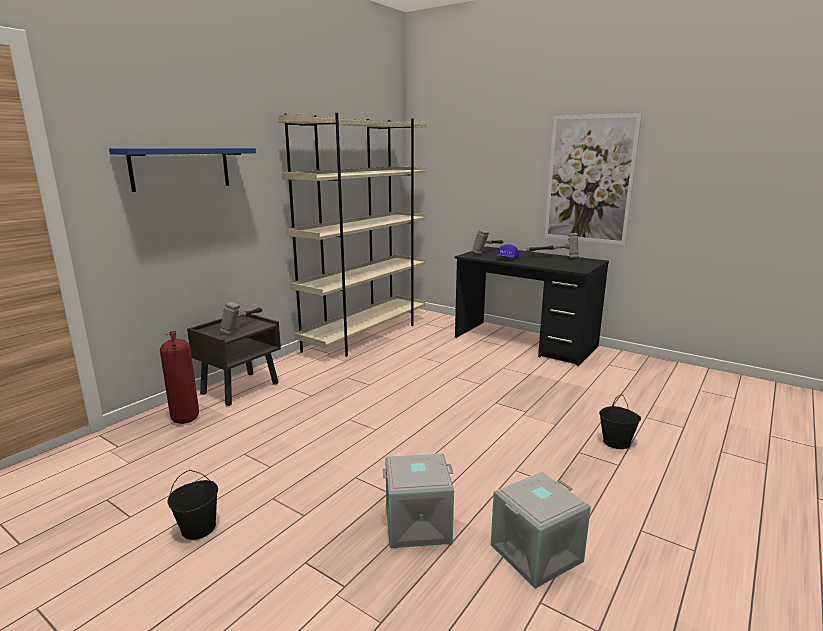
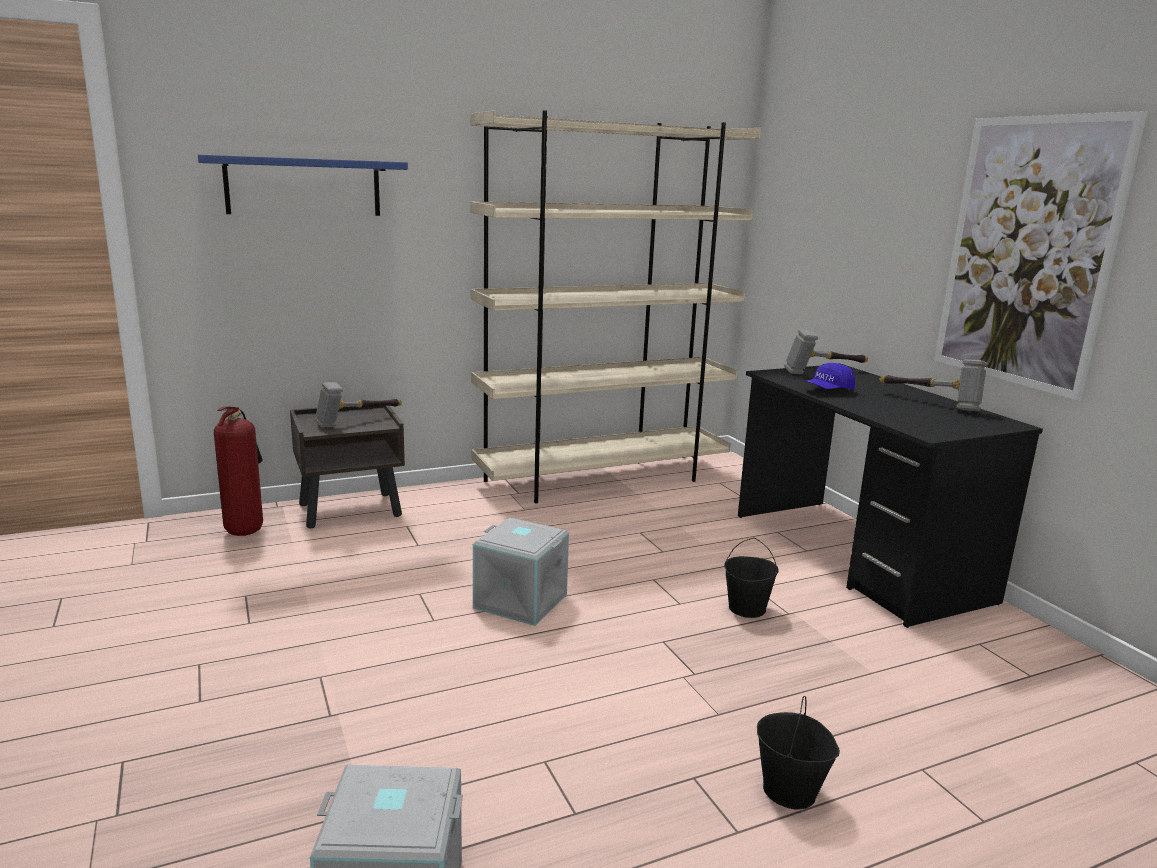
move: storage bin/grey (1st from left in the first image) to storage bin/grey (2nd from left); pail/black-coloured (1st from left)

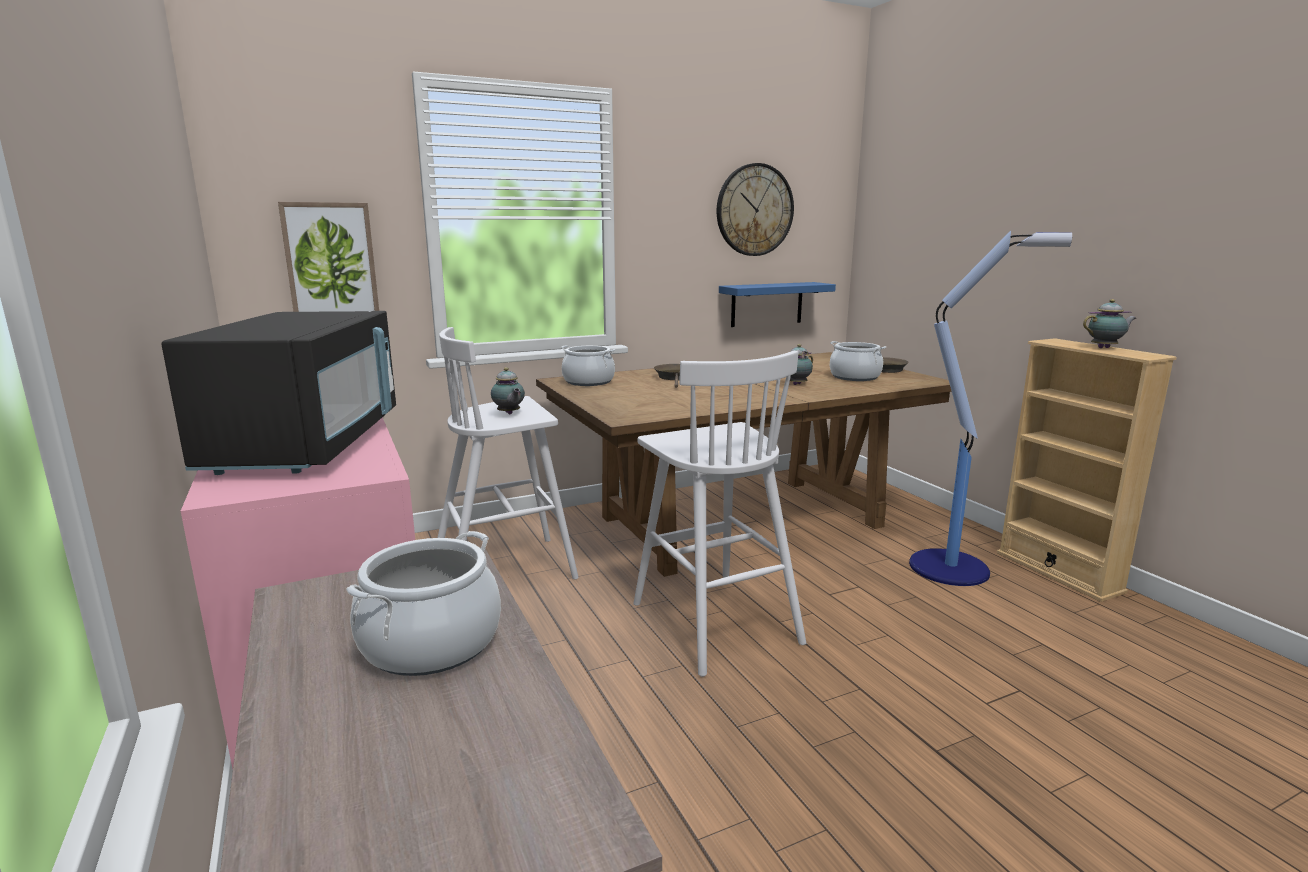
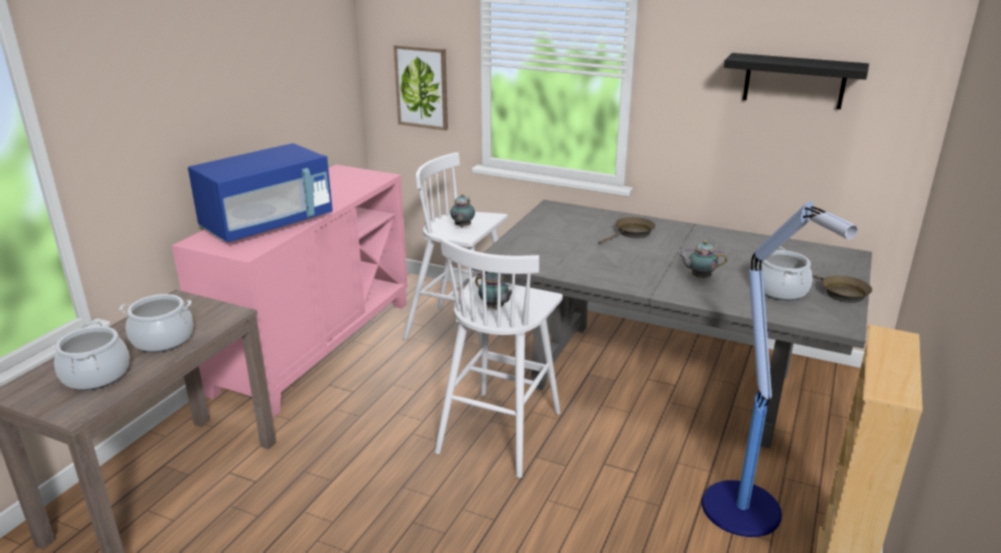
delete: shelf/bluish
move: stockpot (2nd from left in the first image) to stockpot (1st from left); teapot (3rd from left in the first image) to teapot (2nd from left)
replace: clock on the wall to shelf/black-coloured
recolor: microwave oven/black-coloured to microwave oven/bluish; dinner table/brownish to dinner table/grey

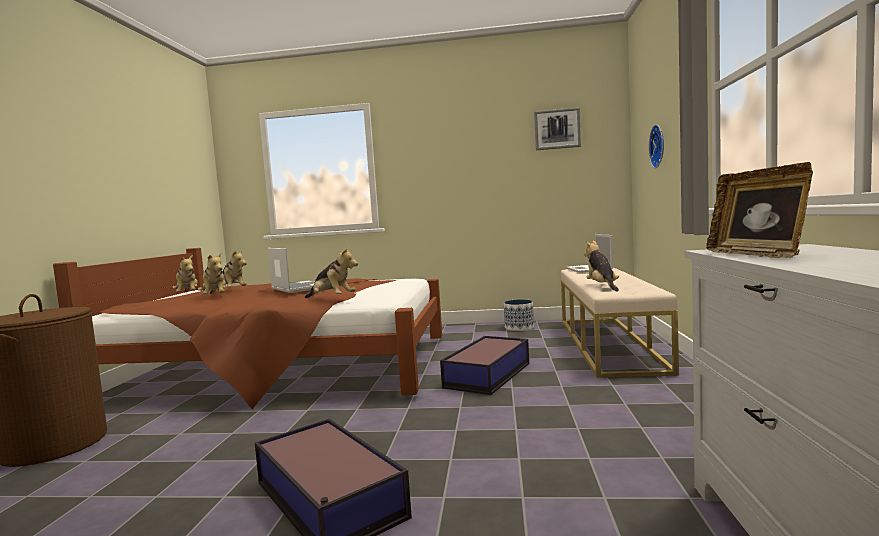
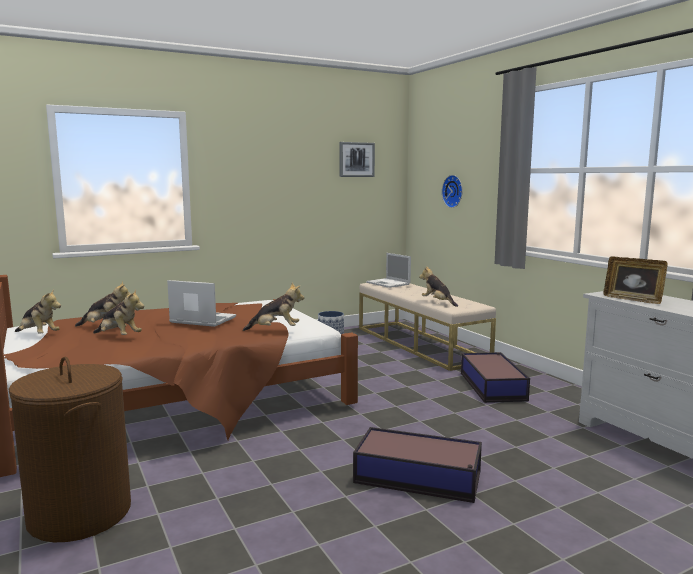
move: storage bin (2nd from left)

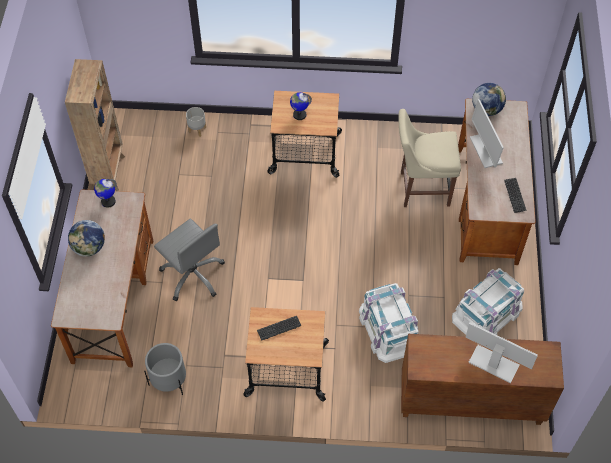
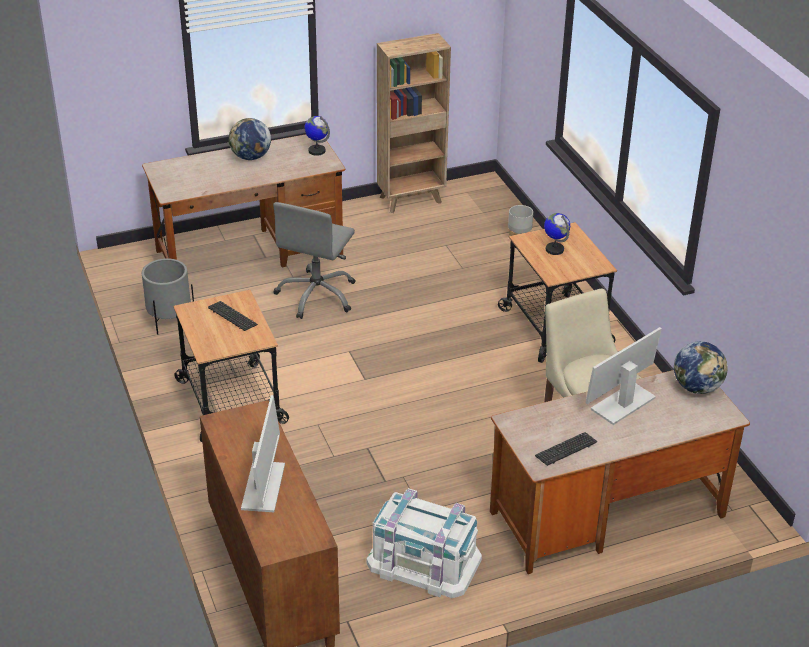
delete: storage bin/white (1st from left)

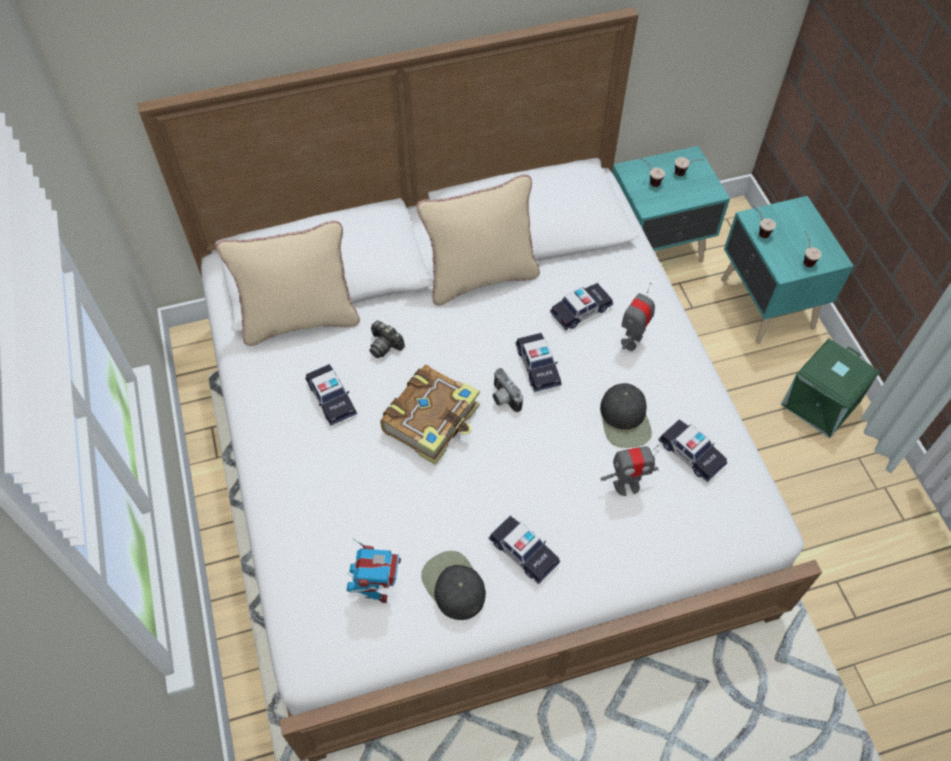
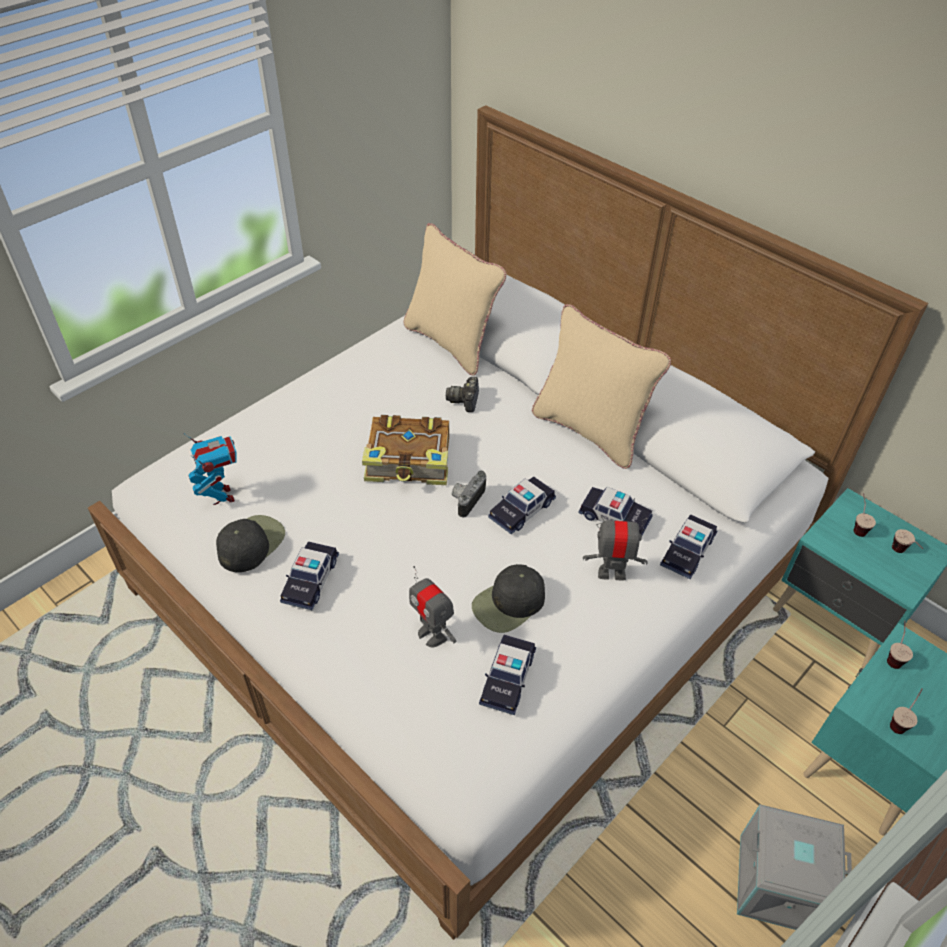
move: miniature car (1st from left in the first image) to miniature car (5th from left)
recolor: storage bin/green-coloured to storage bin/grey
rotate: model robot (1st from left) 90 degrees counterclockwise

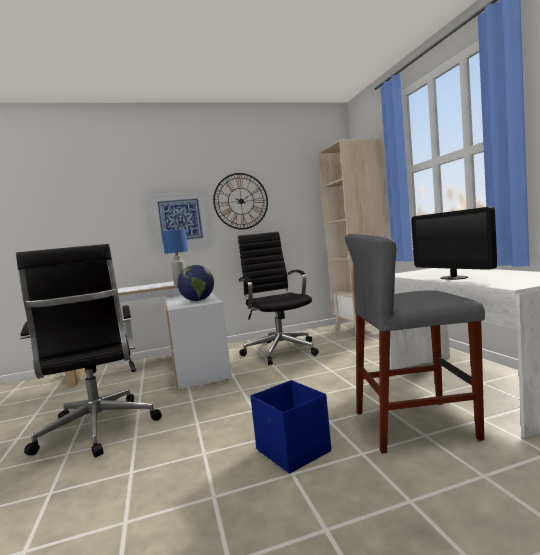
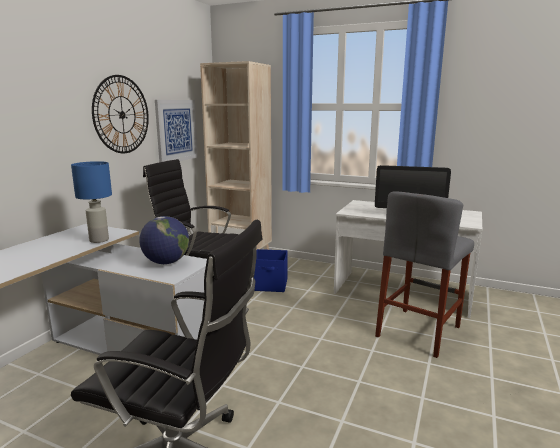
move: wall art; storage bin/bluish

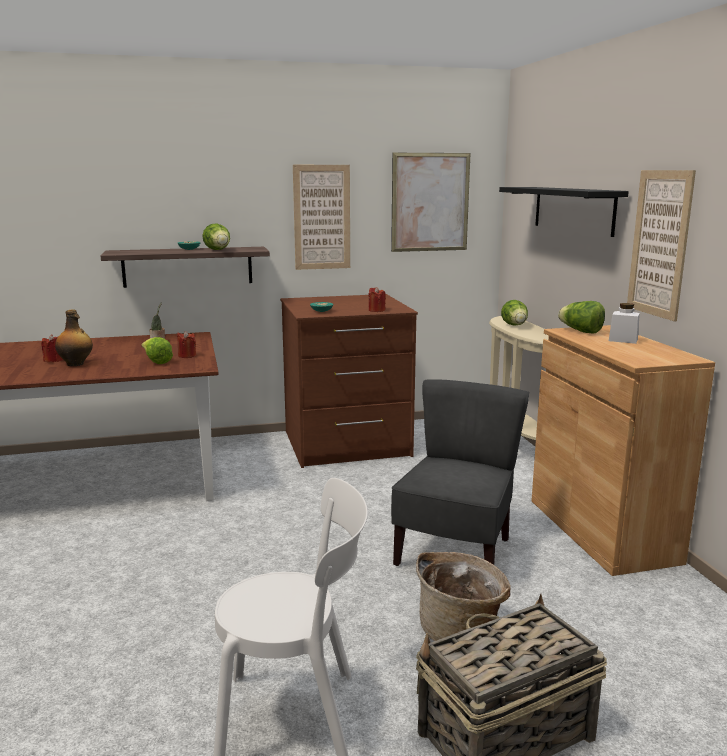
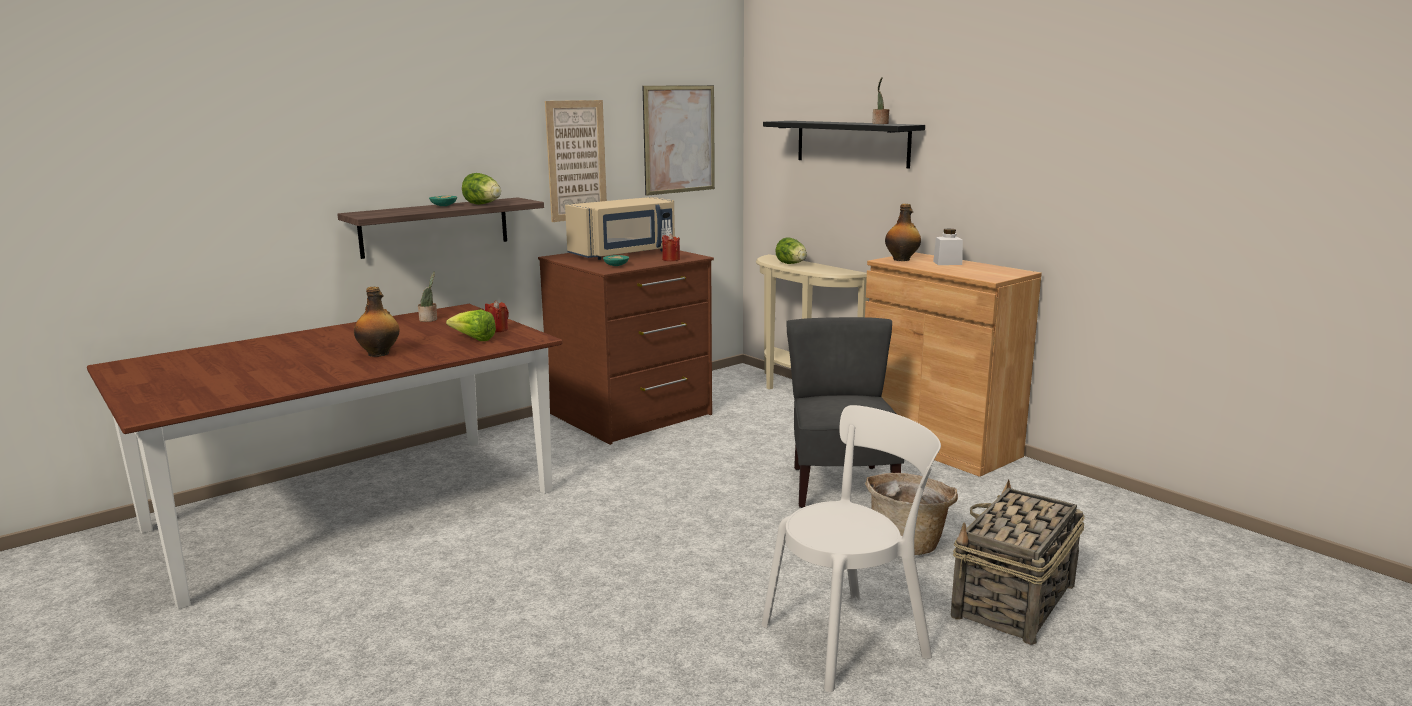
delete: wax light/red (1st from left); wall art (3rd from left)
insert: microwave oven/beige; plant in a pot (2nd from left)
replace: lettuce head (4th from left) to beverage bottle (2nd from left)

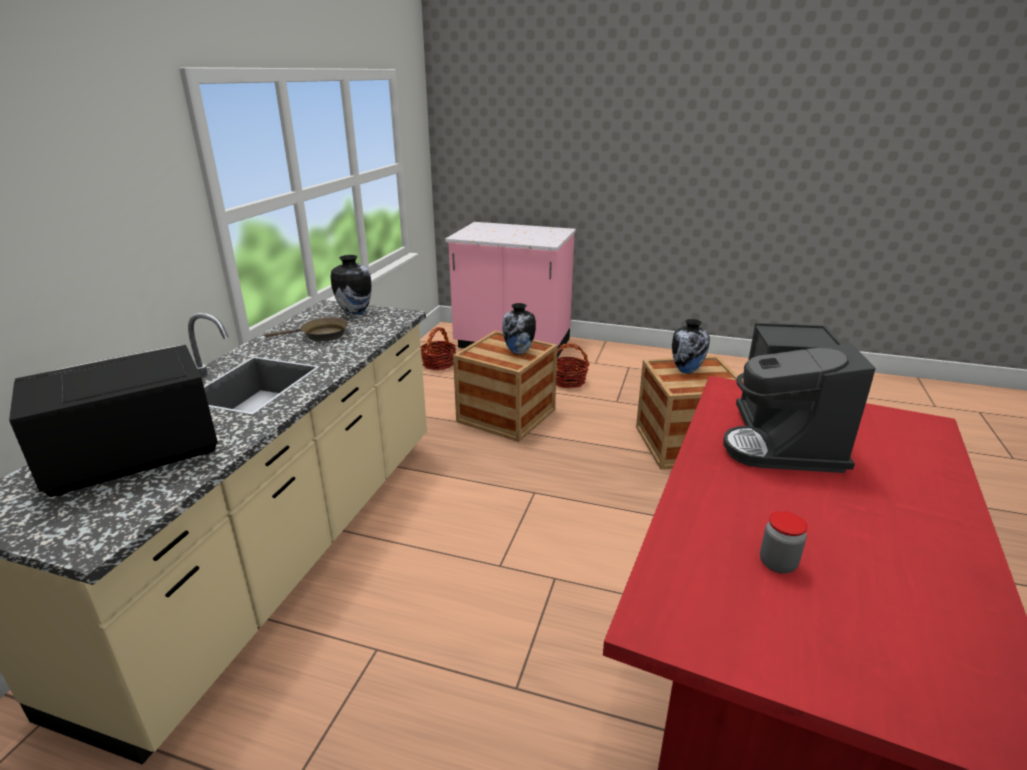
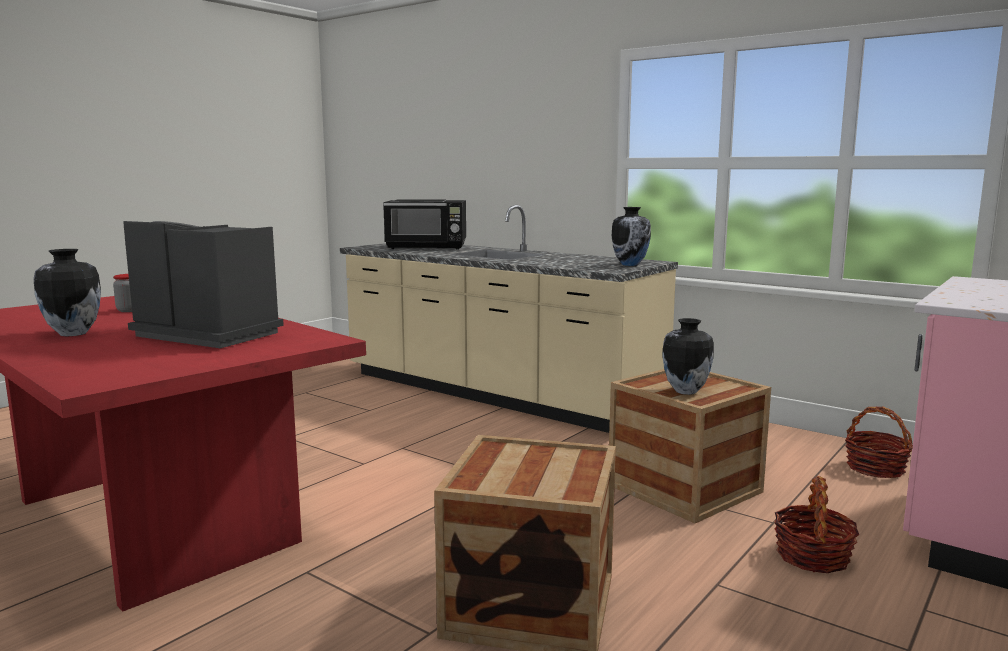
delete: pan/brownish
move: flower vase (3rd from left in the first image) to flower vase (1st from left)
rotate: microwave oven/black-coloured 105 degrees clockwise

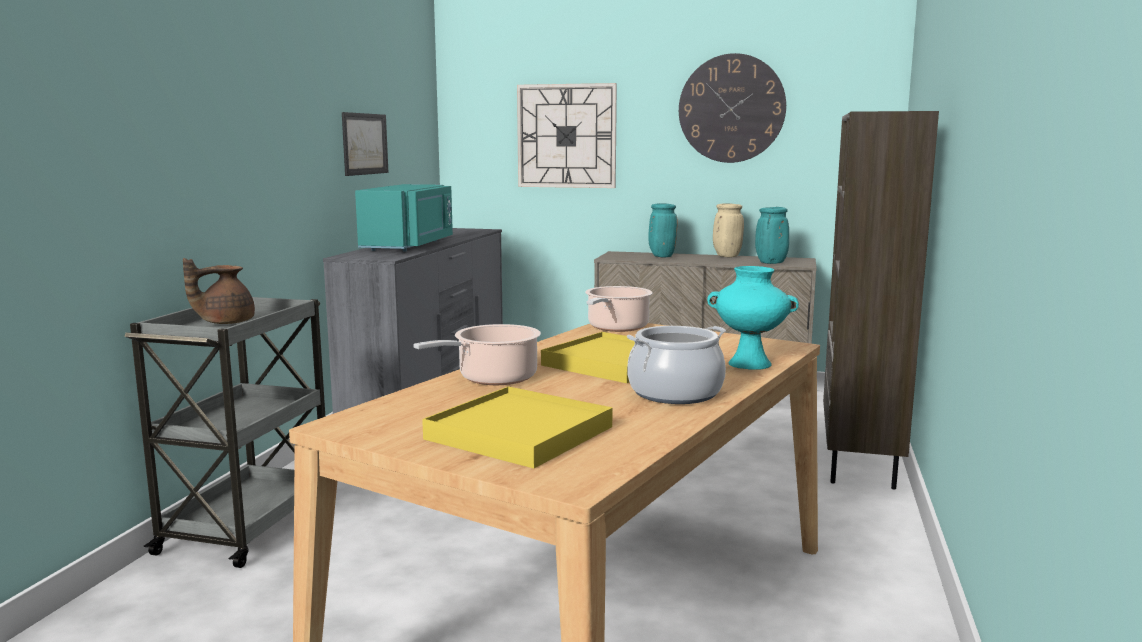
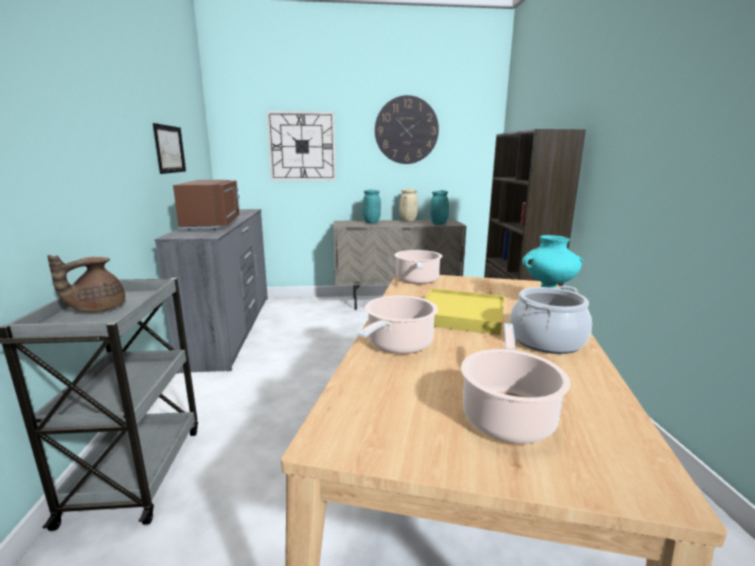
replace: serving tray/yellow (1st from left) to stockpot (3rd from left)
recolor: microwave oven/turquoise-coloured to microwave oven/brownish

